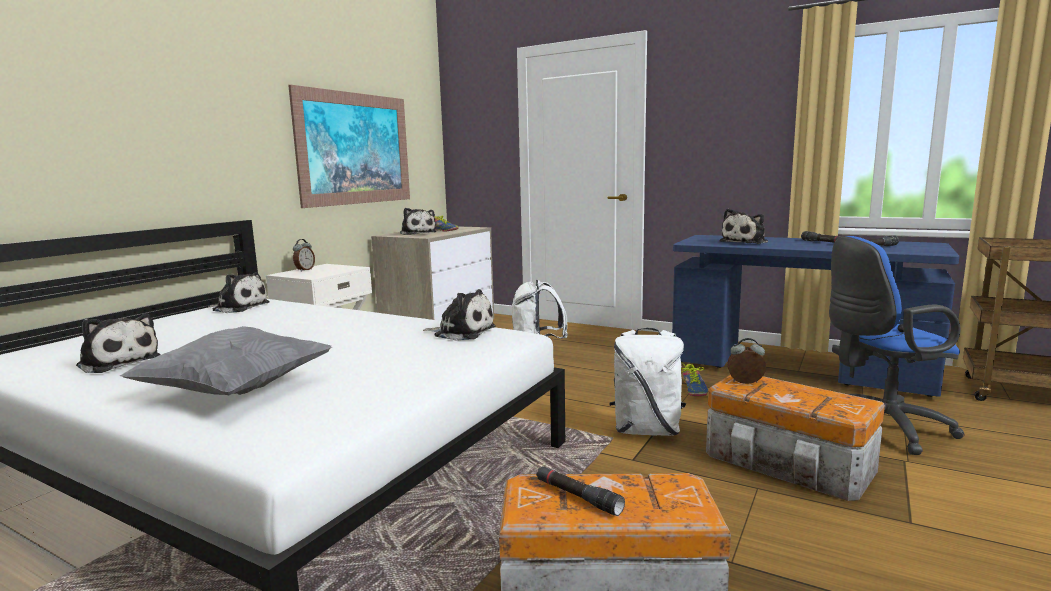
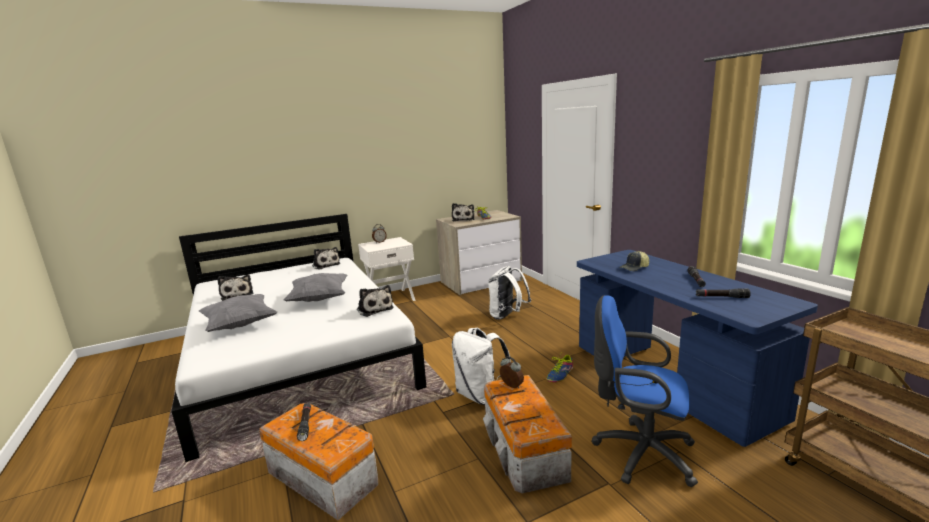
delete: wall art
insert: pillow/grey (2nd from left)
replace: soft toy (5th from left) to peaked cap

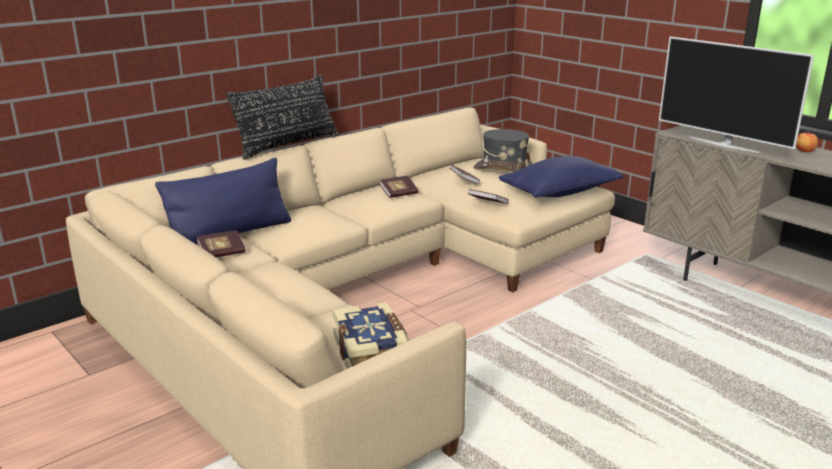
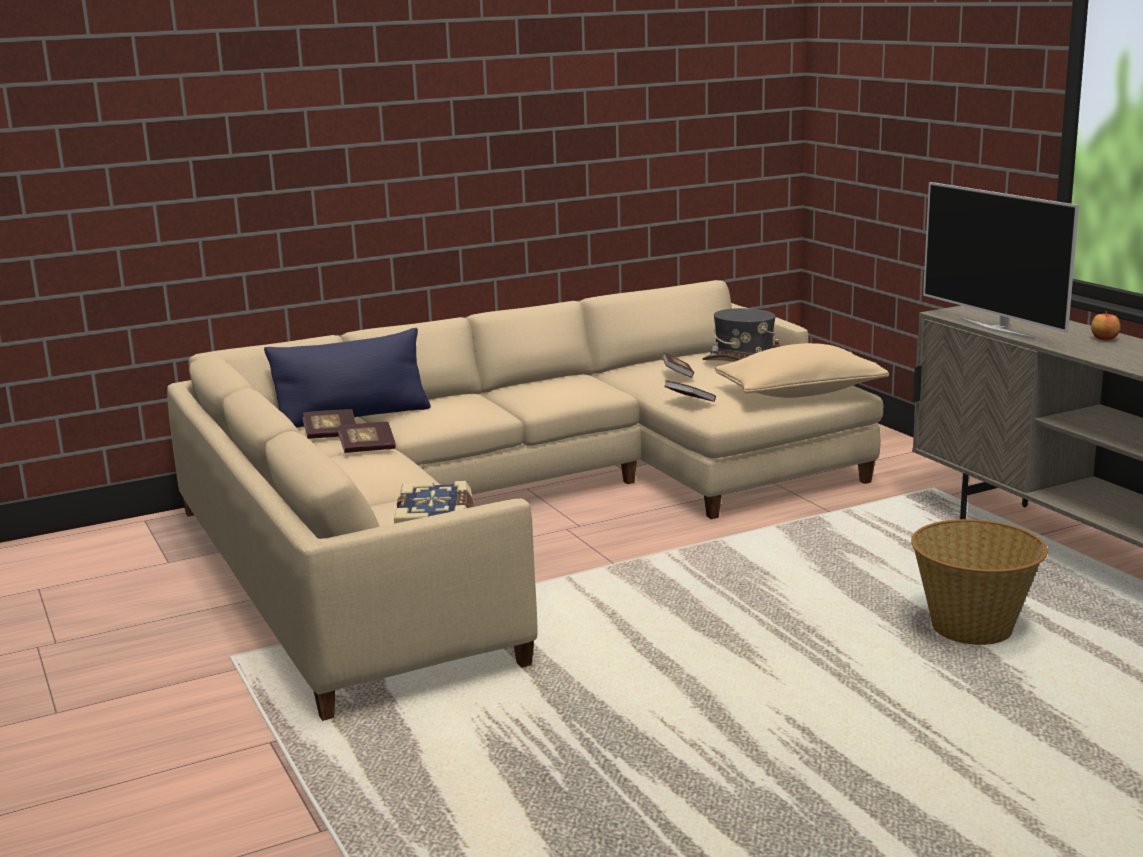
delete: pillow/black-coloured
insert: household basket
move: volume (3rd from left in the first image) to volume (2nd from left)
recolor: pillow/bluish (2nd from left) to pillow/beige

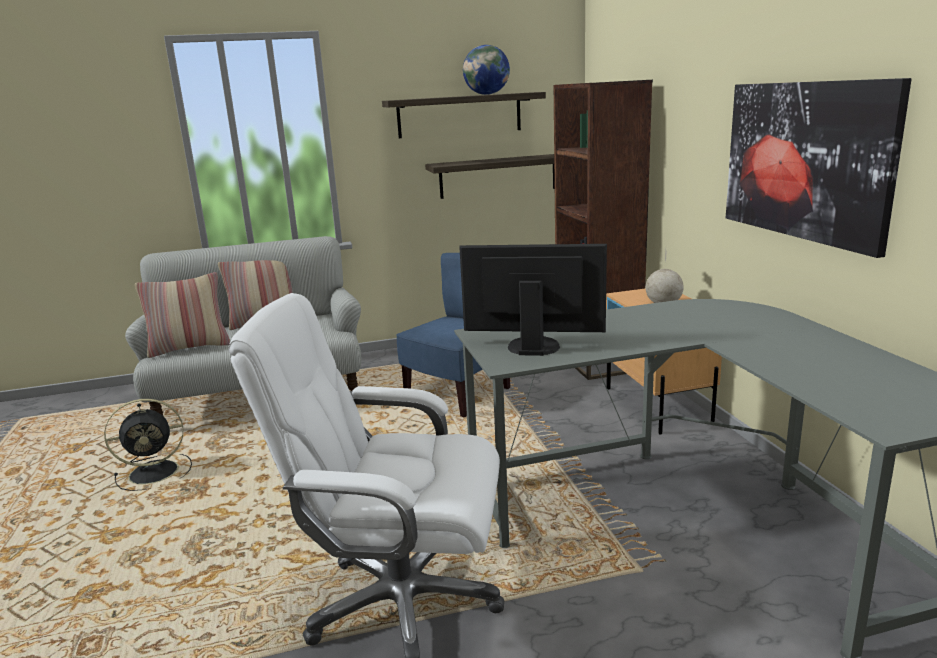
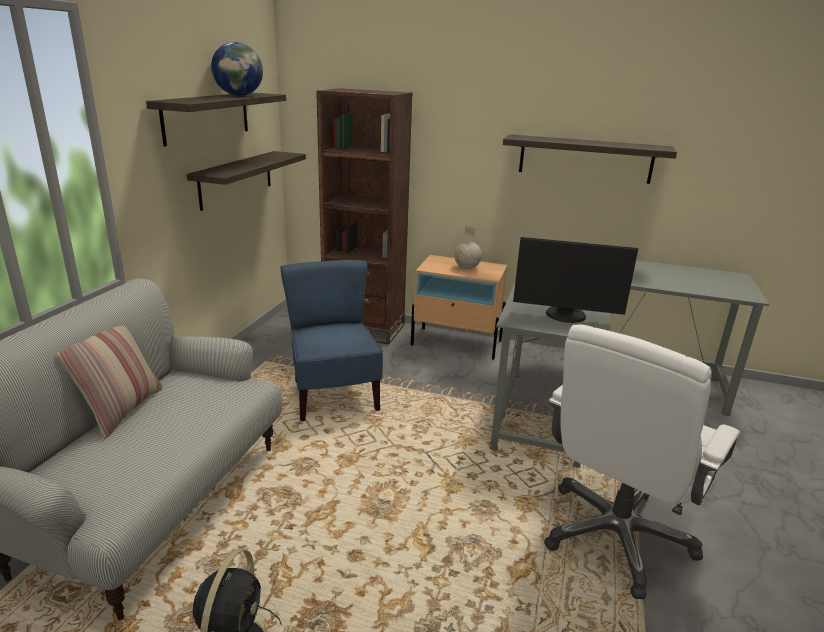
delete: pillow (1st from left)
replace: wall art to shelf (3rd from left)
rotate: monitor 120 degrees counterclockwise

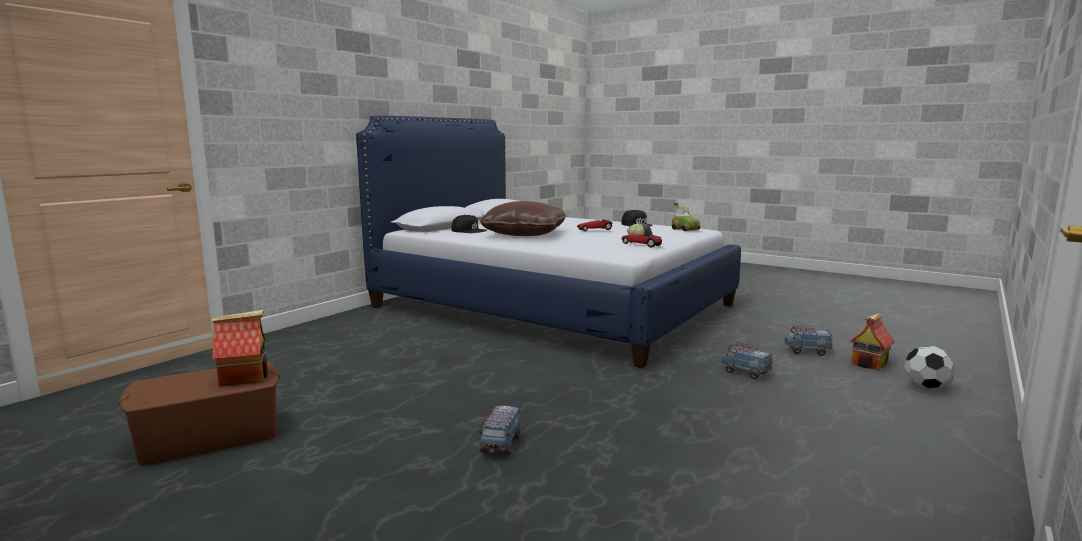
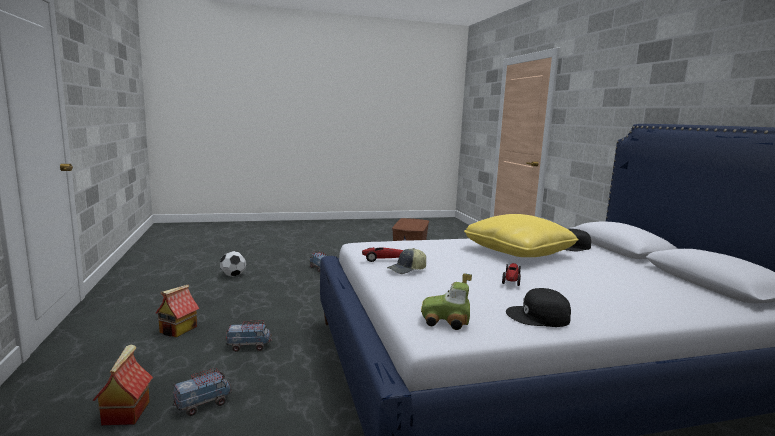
move: miniature house (1st from left in the first image) to miniature house (2nd from left); football
recolor: pillow/brownish to pillow/yellow

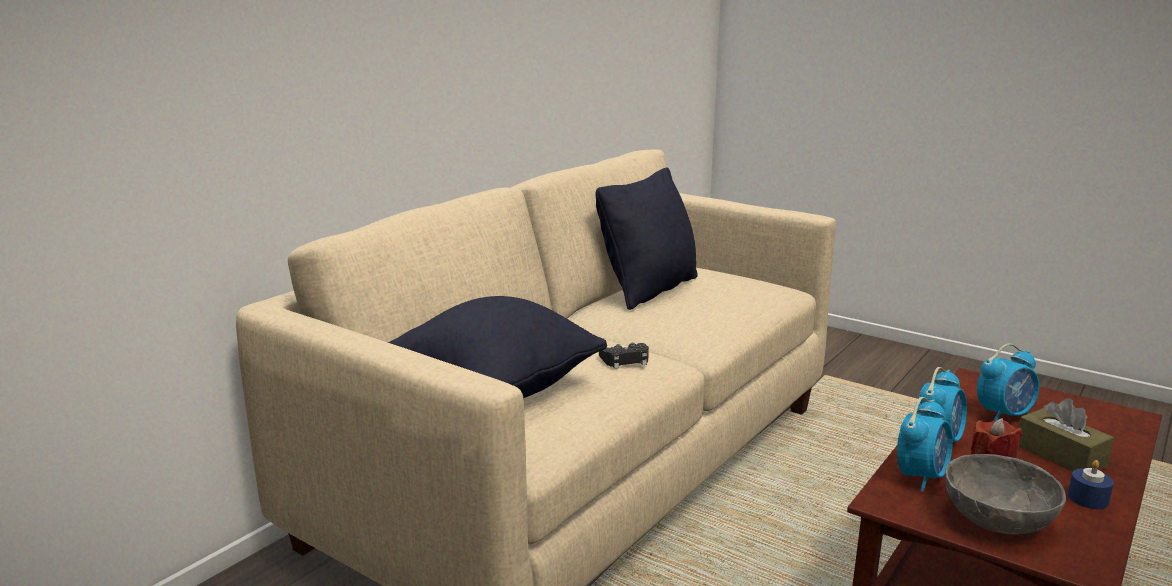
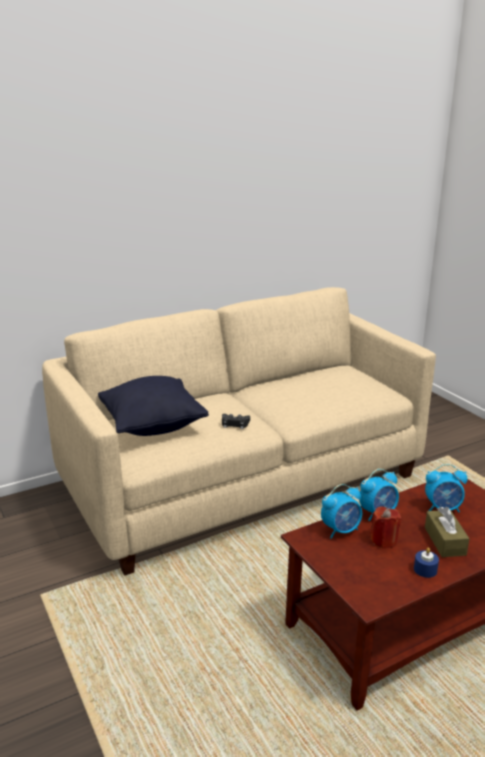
delete: pillow/black-coloured (2nd from left); serving bowl/grey

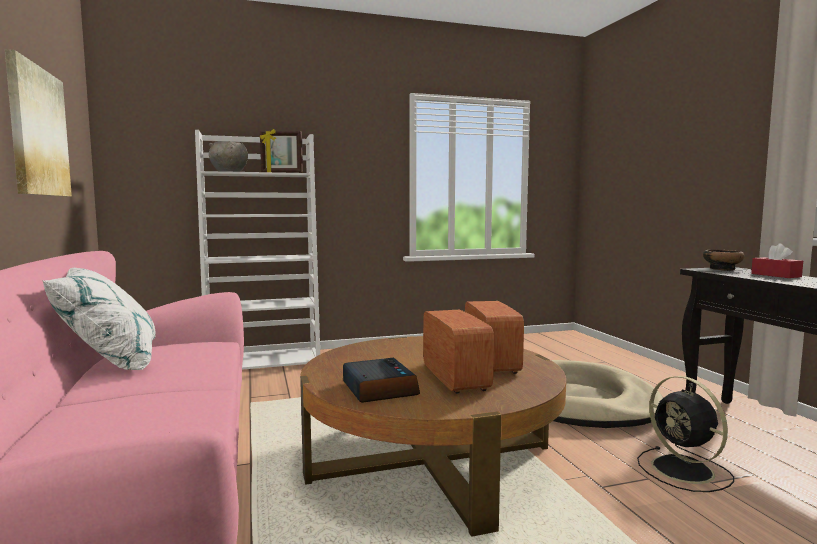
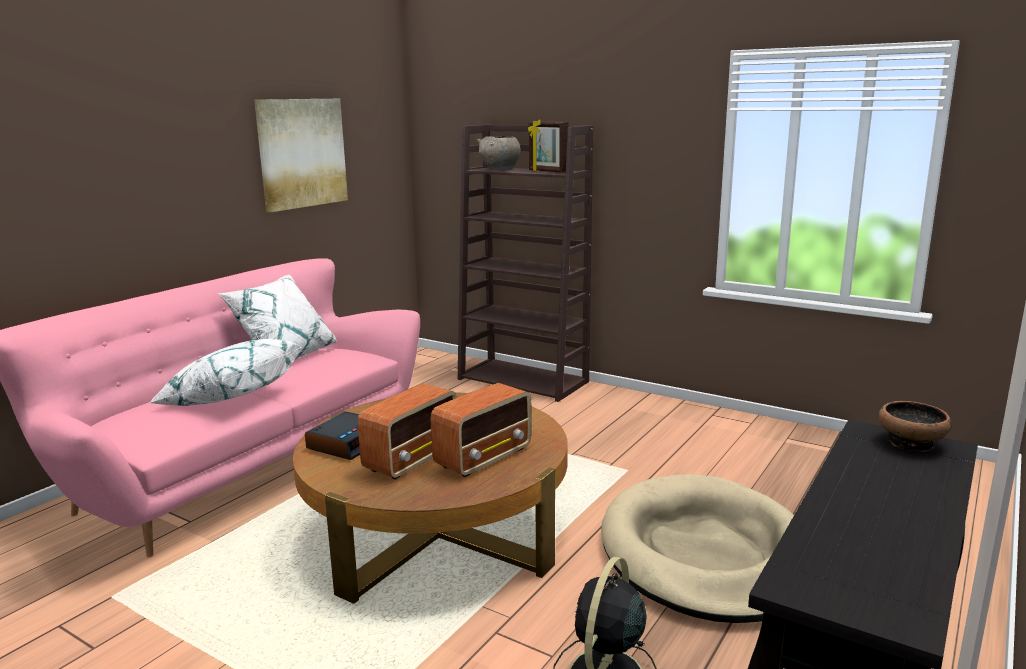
delete: tissue box/red
insert: pillow/white (1st from left)
recolor: shelving unit/white to shelving unit/brownish

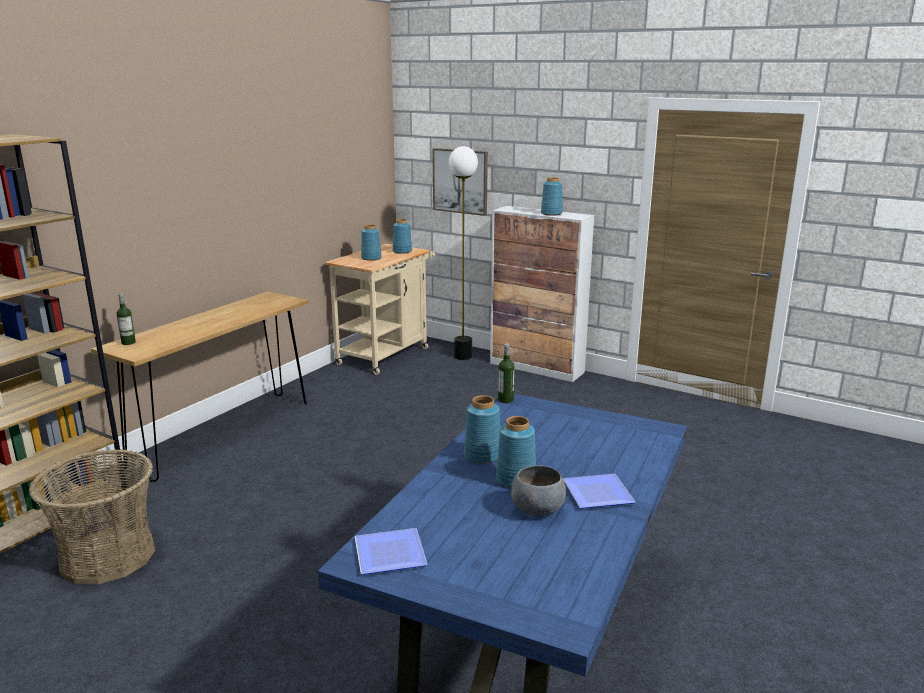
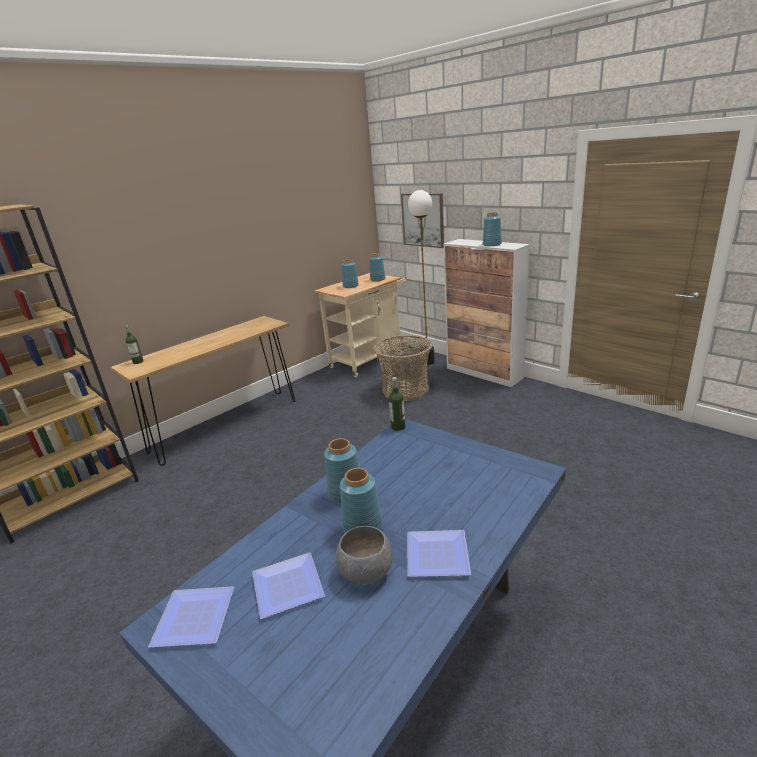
insert: plate (2nd from left)
move: household basket

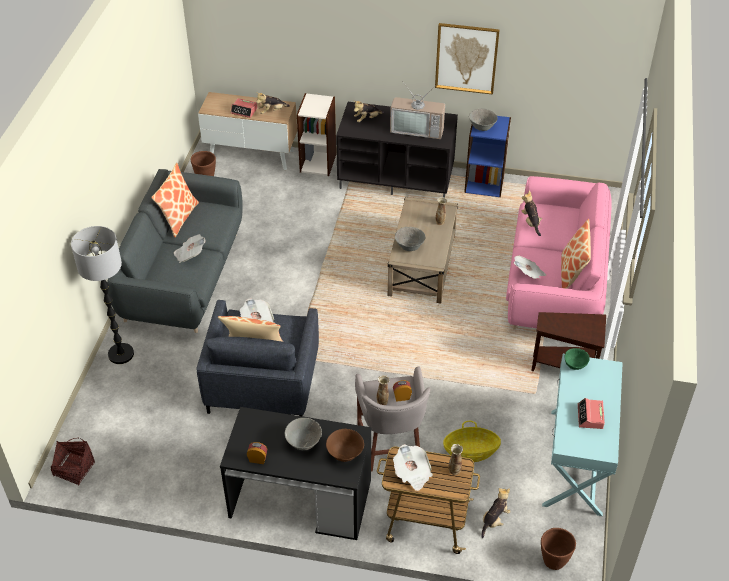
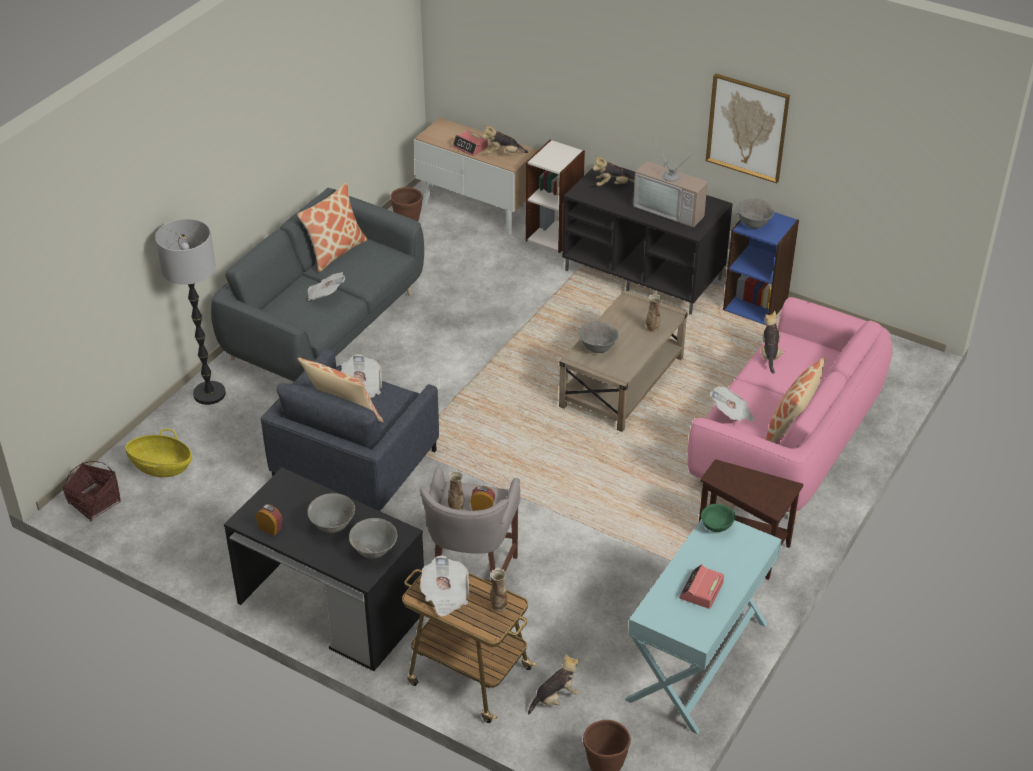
move: household basket (2nd from left)
recolor: serving bowl/brownish to serving bowl/grey (2nd from left)

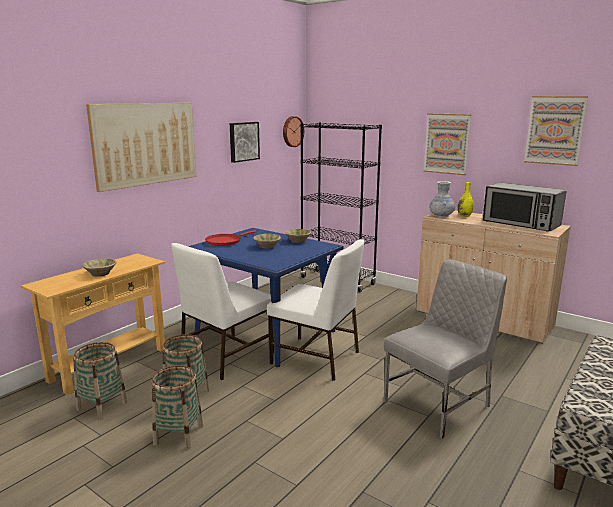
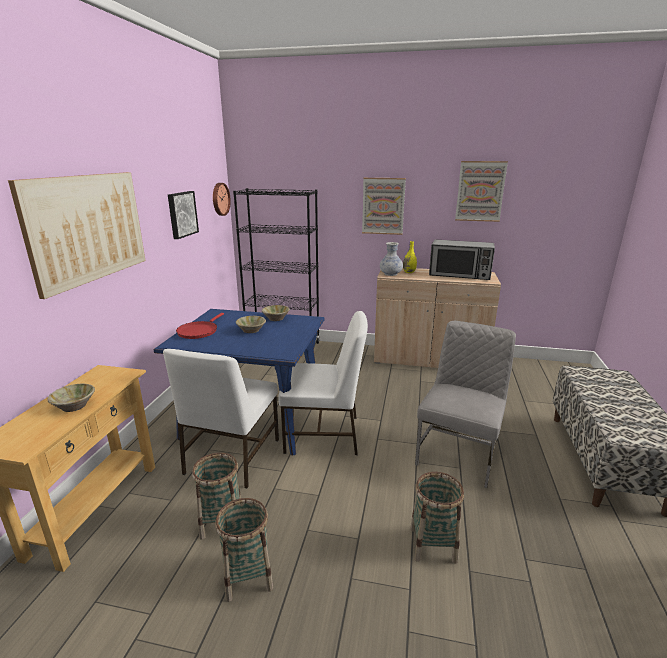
move: household basket (1st from left in the first image) to household basket (3rd from left)

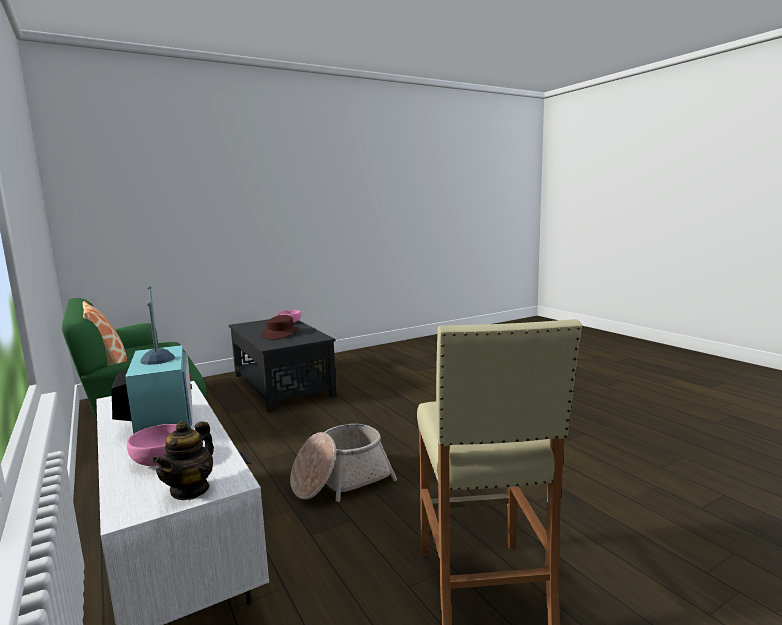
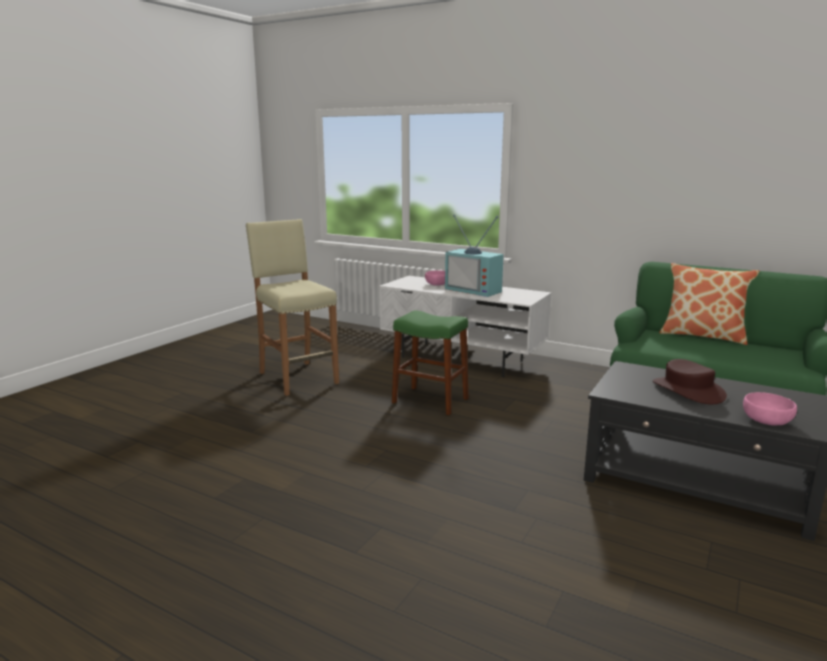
delete: teapot
replace: household basket to stool seat/green-coloured

